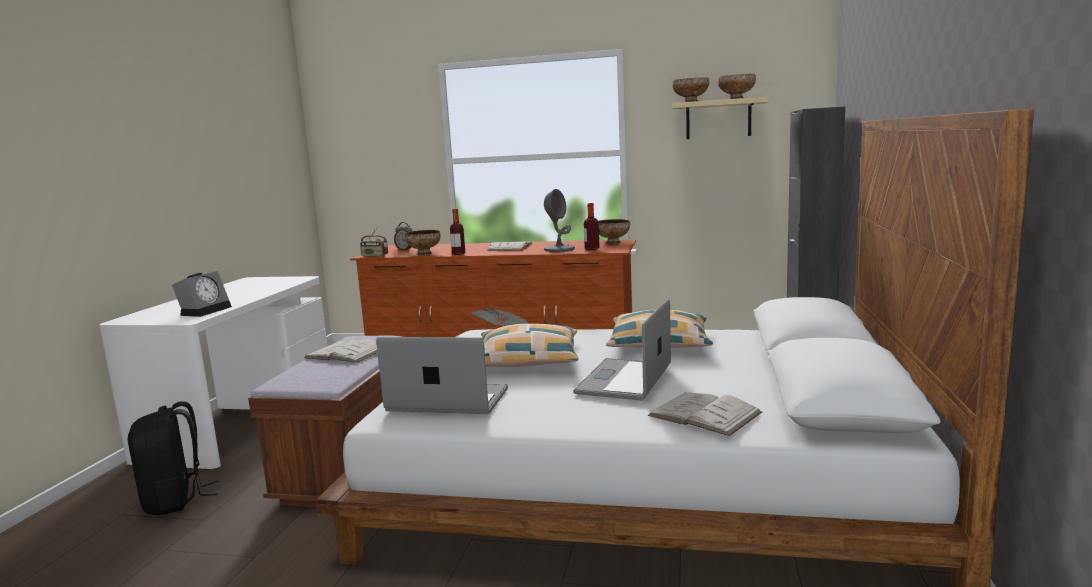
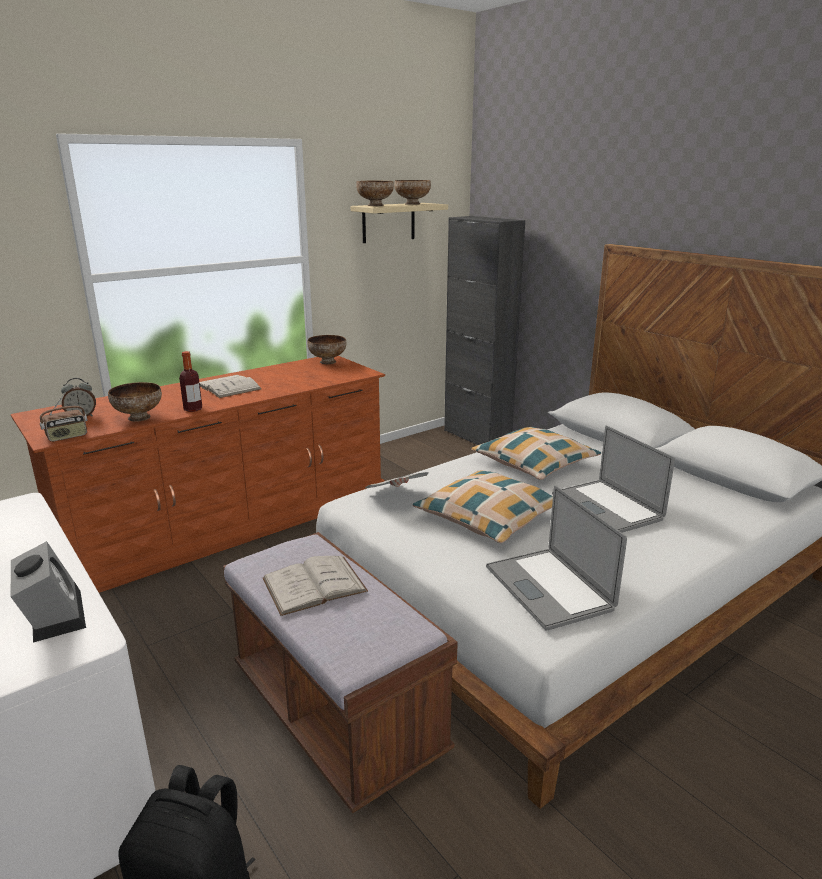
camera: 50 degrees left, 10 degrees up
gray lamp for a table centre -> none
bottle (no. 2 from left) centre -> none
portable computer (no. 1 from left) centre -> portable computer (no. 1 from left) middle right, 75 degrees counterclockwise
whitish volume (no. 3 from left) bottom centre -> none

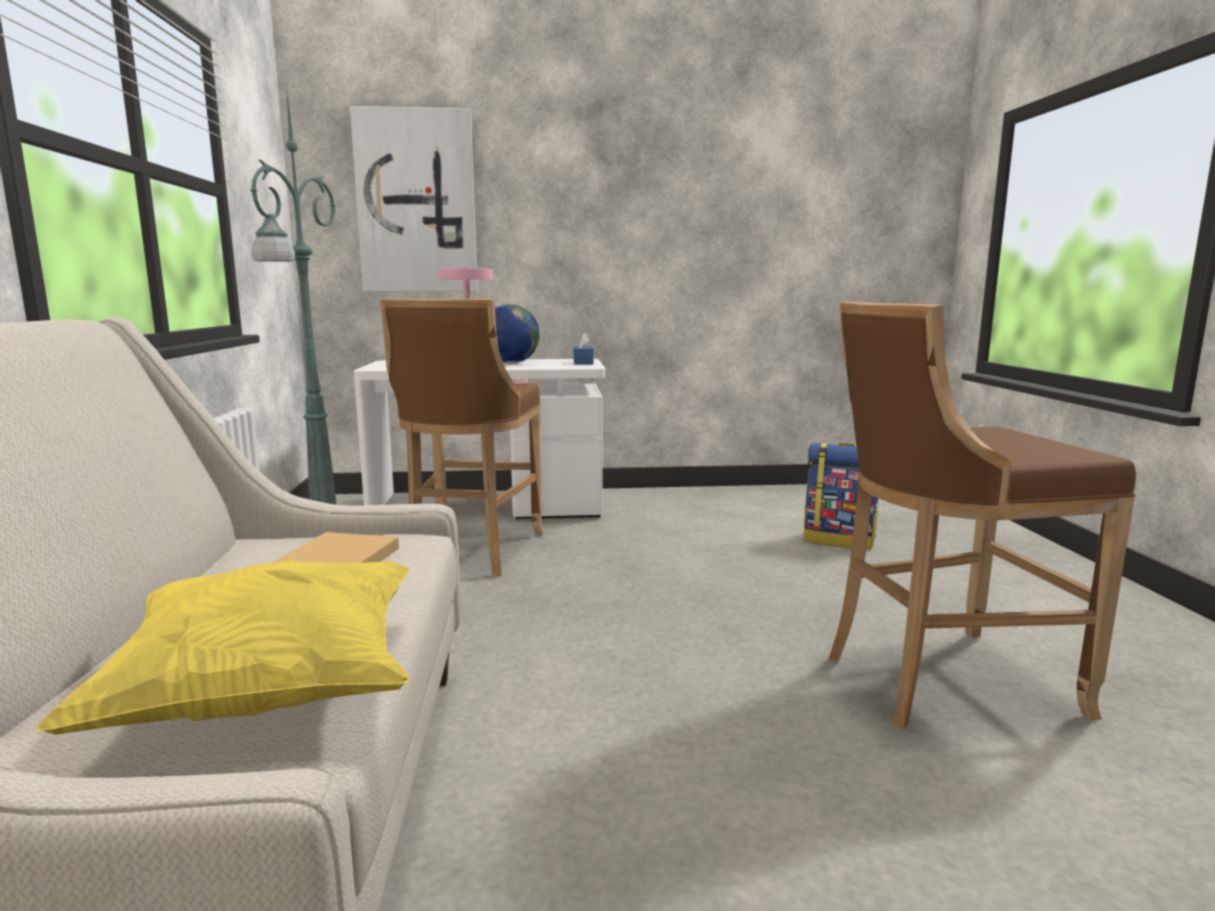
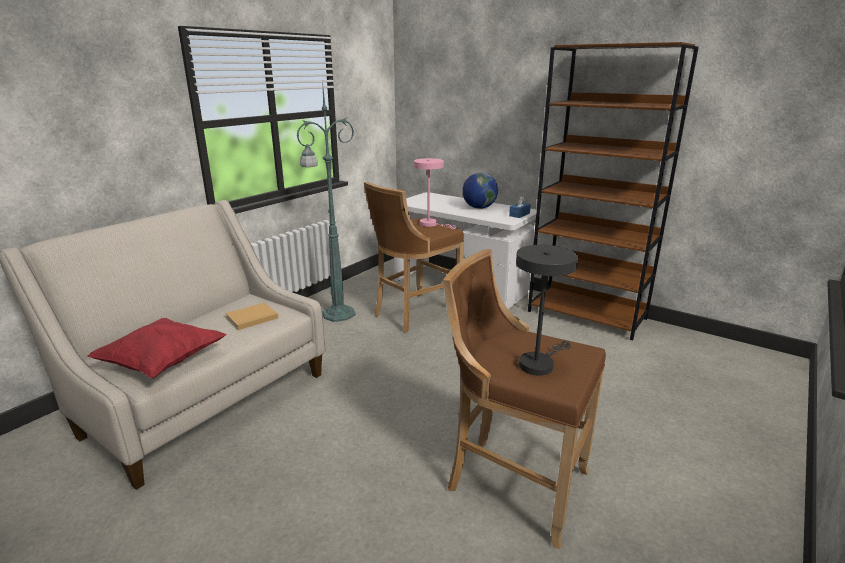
camera: 40 degrees right, 10 degrees up
picture top centre -> none
rucksack middle right -> none
yellow-coloured cushion bottom left -> reddish cushion middle left
none -> brownish bookcase middle right
none -> gray lamp for a table centre

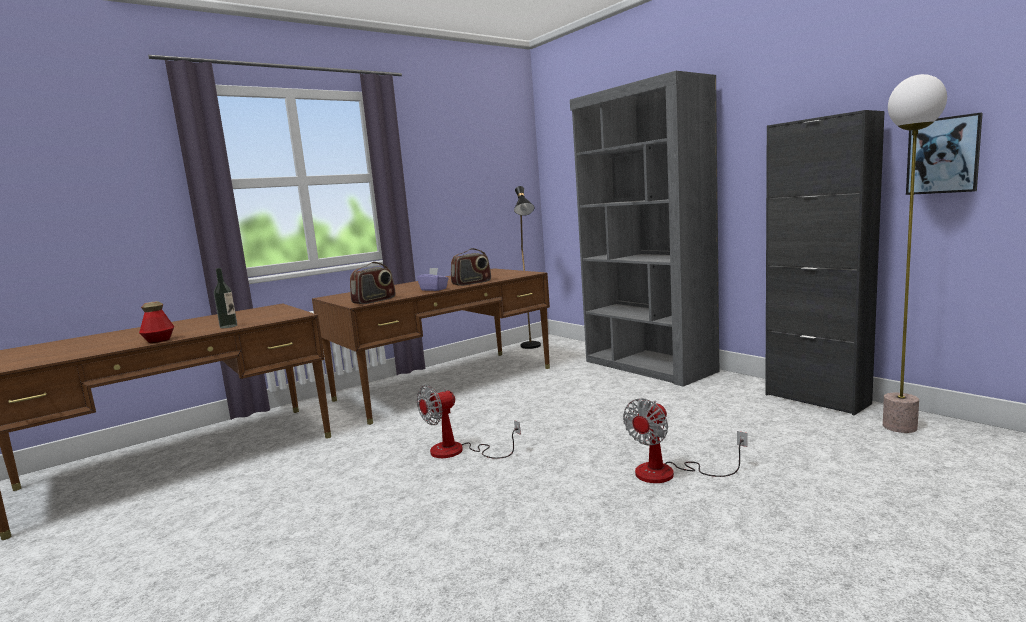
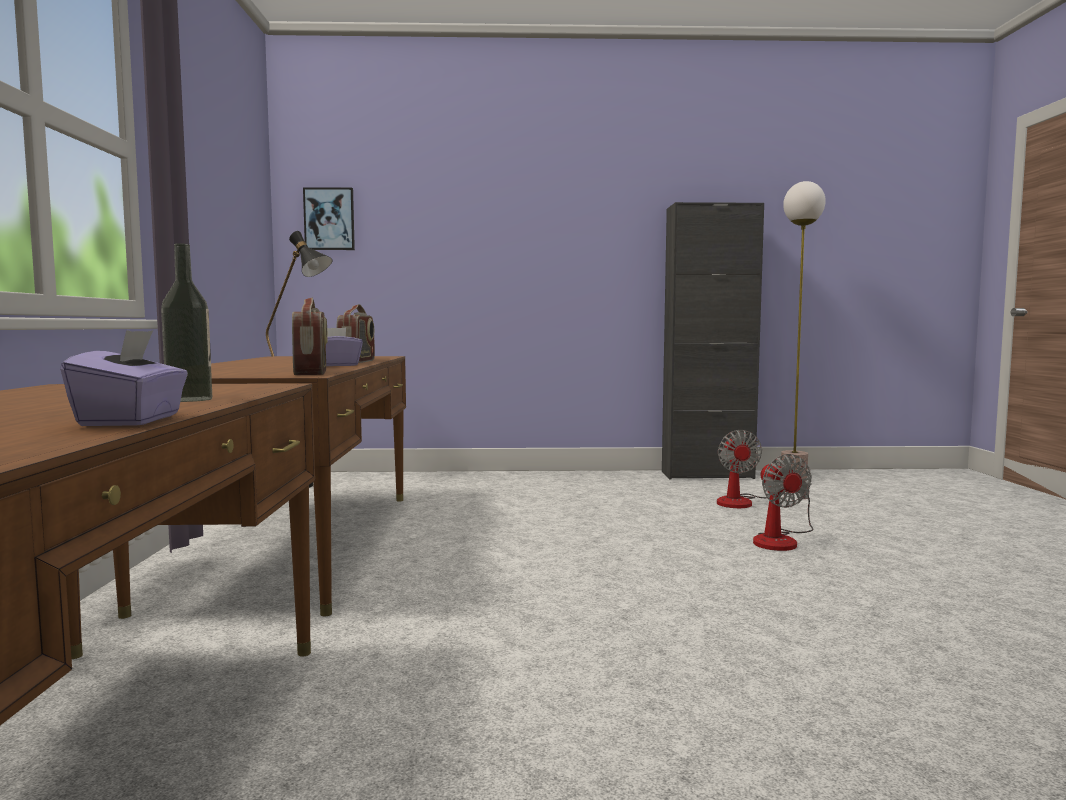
camera: 55 degrees left, 5 degrees down
gray bookcase centre -> none
picture top right -> picture top left, relocated
bottle (no. 1 from left) middle left -> purple tissue box (no. 1 from left) middle left
cooling fan (no. 1 from left) bottom centre -> cooling fan (no. 1 from left) middle right, relocated

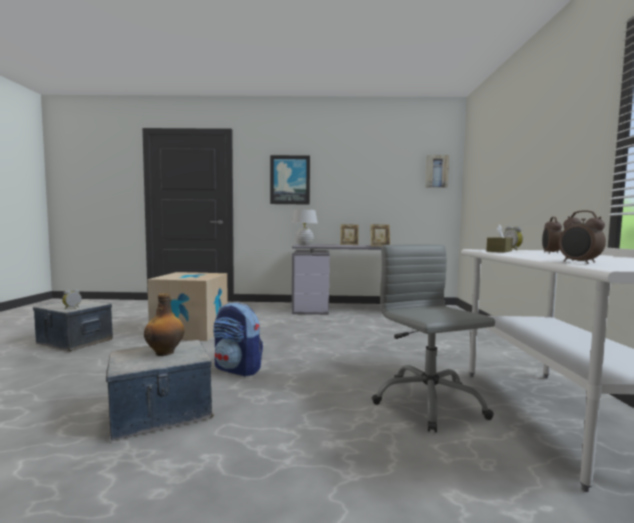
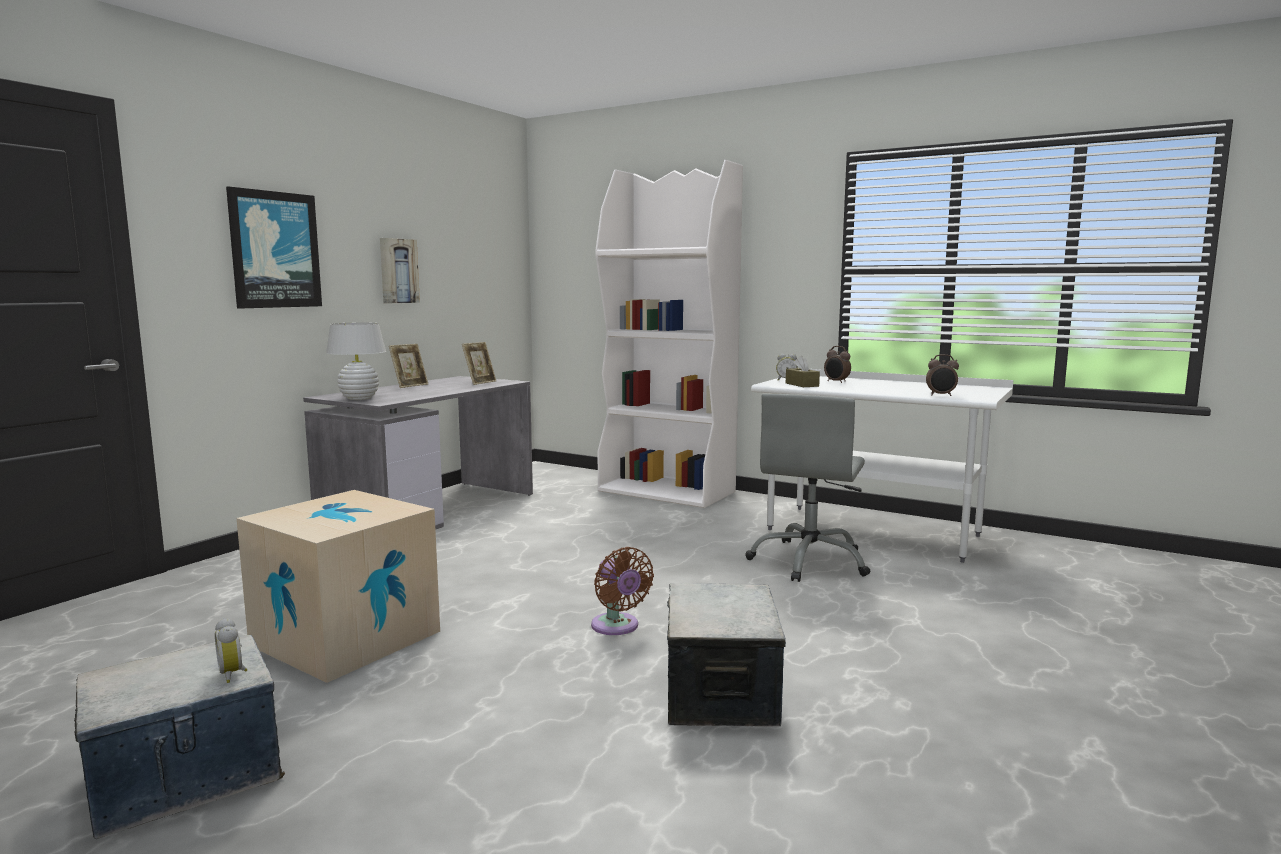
camera: 60 degrees left, 5 degrees up
picture (no. 2 from left) top right -> picture (no. 2 from left) top left, relocated
gray computer chair middle right -> gray computer chair centre, 75 degrees counterclockwise
bottle middle left -> none
rucksack centre -> brownish cooling fan bottom centre
none -> whitish bookcase centre

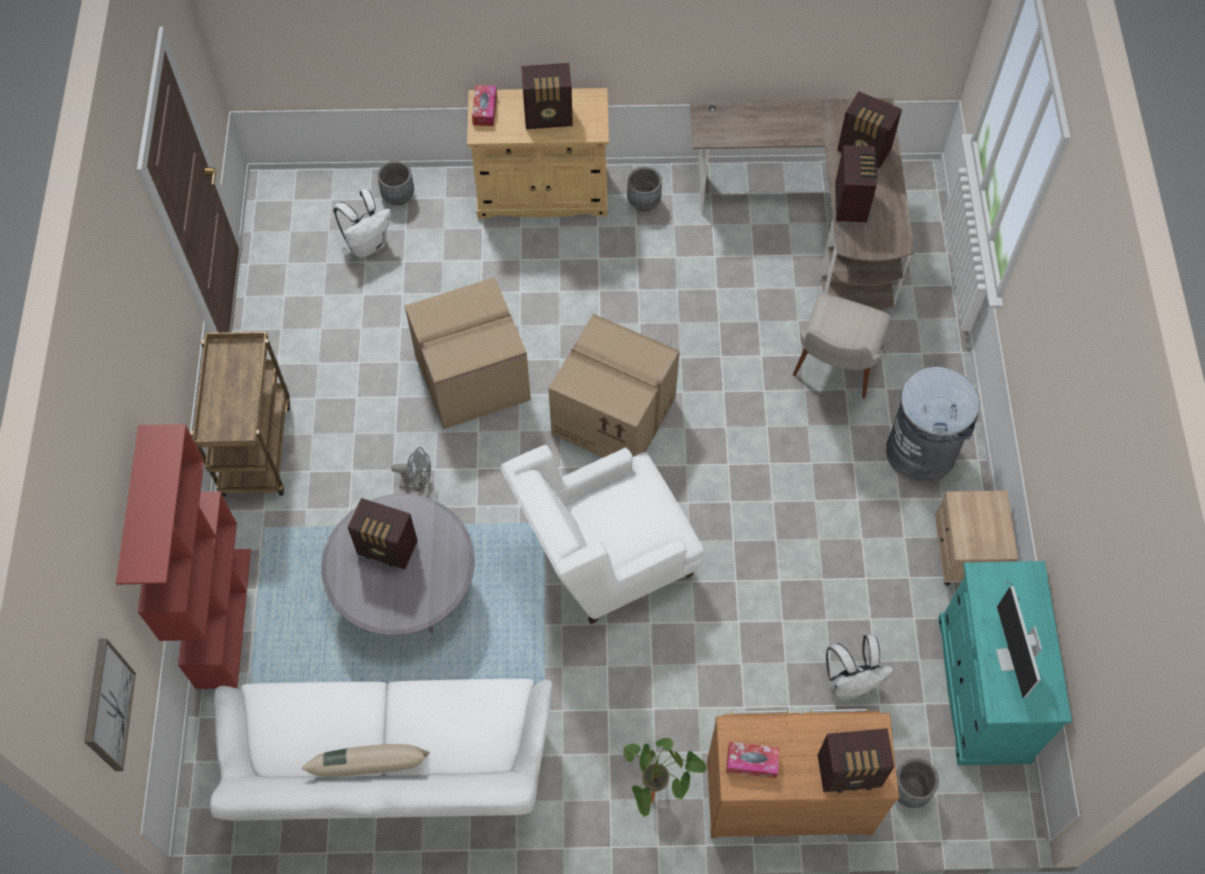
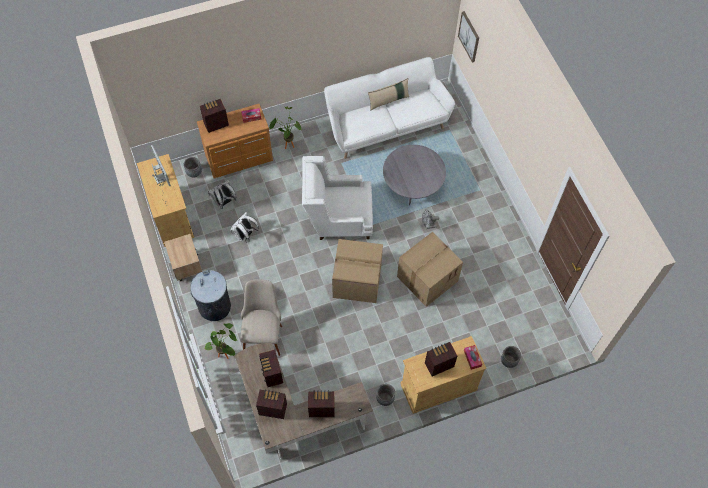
camera: 160 degrees right, 0 degrees up
whitish rucksack (no. 1 from left in the first image) top left -> whitish rucksack (no. 2 from left) centre, relocated
brownish wheeled cart middle left -> none
reddish bookcase middle left -> none
whitish lounge chair centre, 135 degrees counterclockwise
radio (no. 1 from left in the first image) middle left -> radio (no. 4 from left) bottom centre, relocated
blue-green cabinet bottom right -> beige cabinet (no. 1 from left) middle left
none -> potted plant (no. 1 from left) bottom left

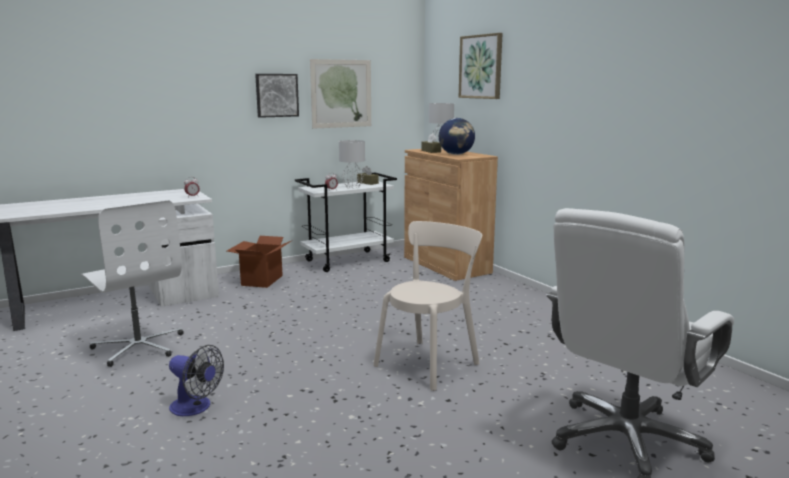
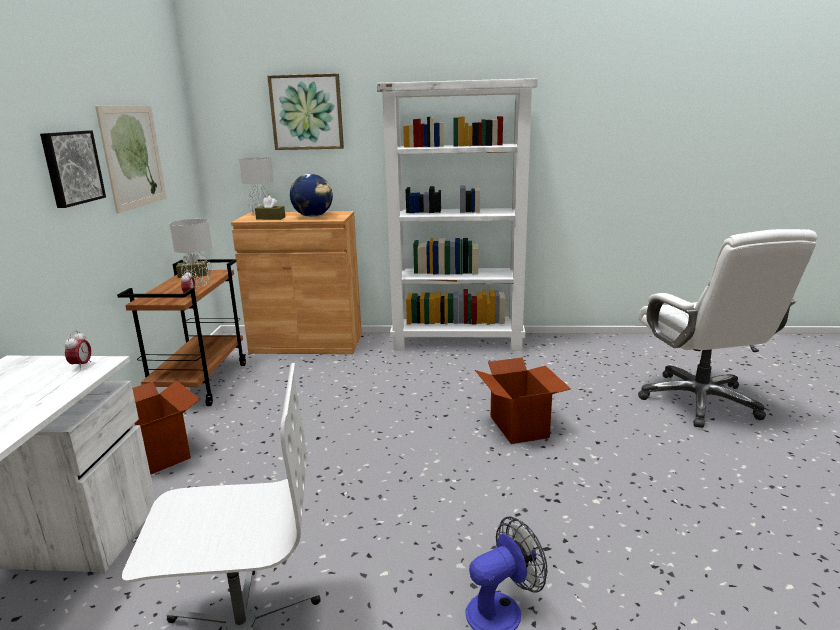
camera: 55 degrees left, 5 degrees up
whitish wheeled cart centre -> brownish wheeled cart middle left
beige chair centre -> cardboard box (no. 2 from left) centre
none -> whitish bookcase centre

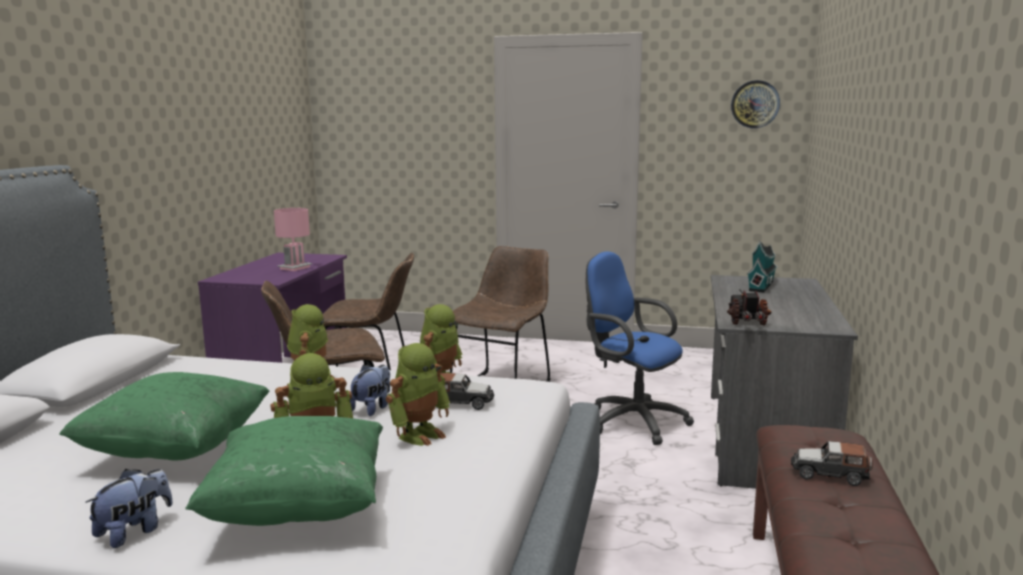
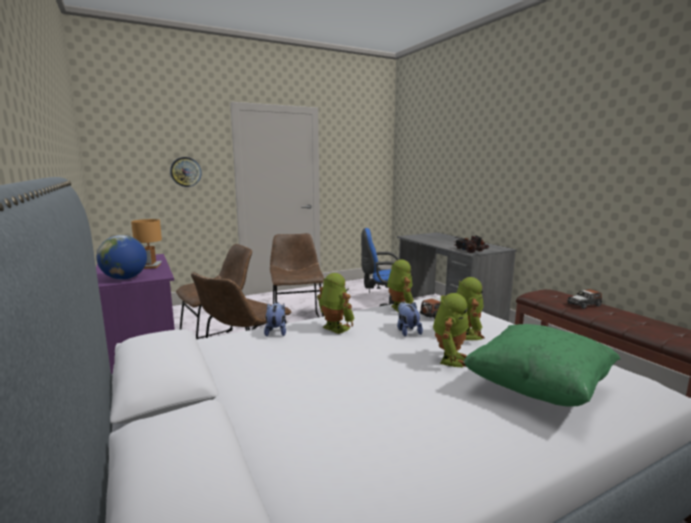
camera: 40 degrees left, 0 degrees up
clock on the wall top right -> clock on the wall top left, relocated
pink lamp for a table middle left -> brownish lamp for a table middle left
toy house middle right -> none
green-coloured cushion (no. 1 from left) bottom left -> none
cuddly toy (no. 1 from left) bottom left -> cuddly toy (no. 1 from left) centre, relocated
none -> globe middle left

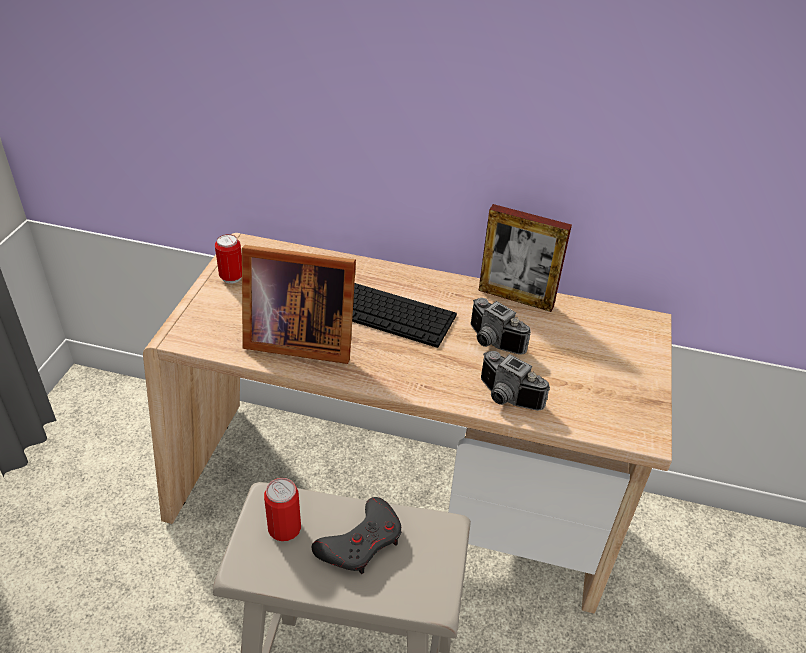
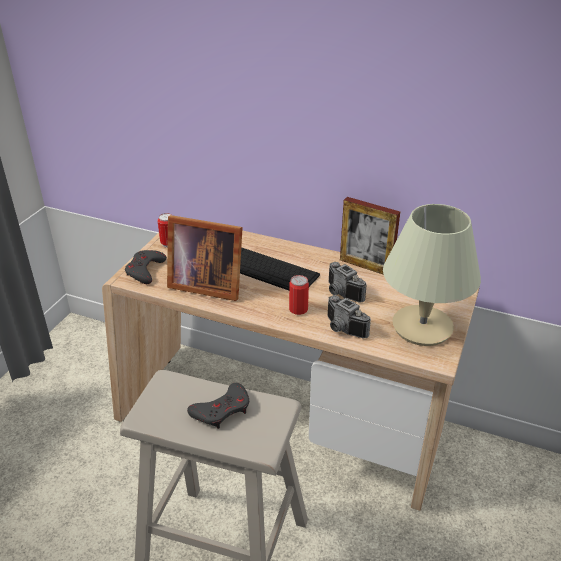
camera: 10 degrees right, 5 degrees down
can (no. 2 from left) bottom centre -> can (no. 2 from left) centre, relocated
none -> beige lamp for a table middle right
none -> gray game controller (no. 1 from left) middle left

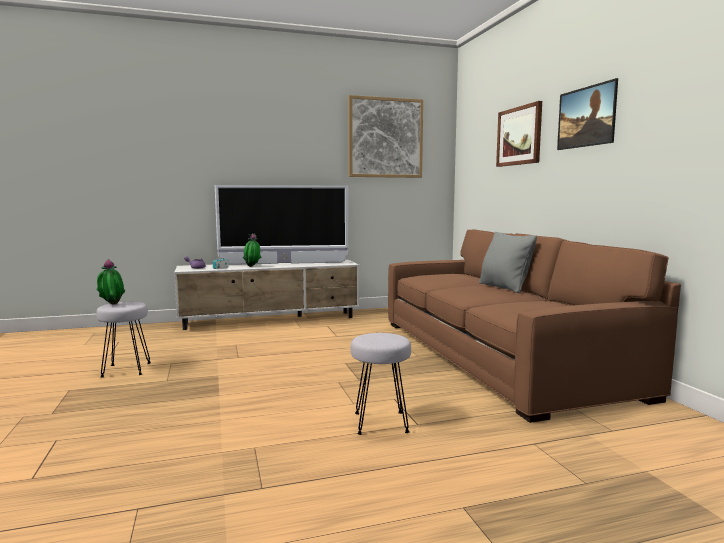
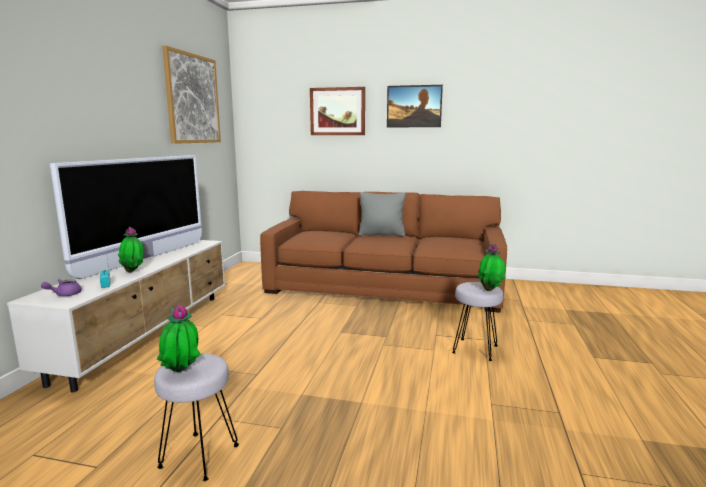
camera: 60 degrees left, 5 degrees up
none -> potted plant (no. 3 from left) middle right

